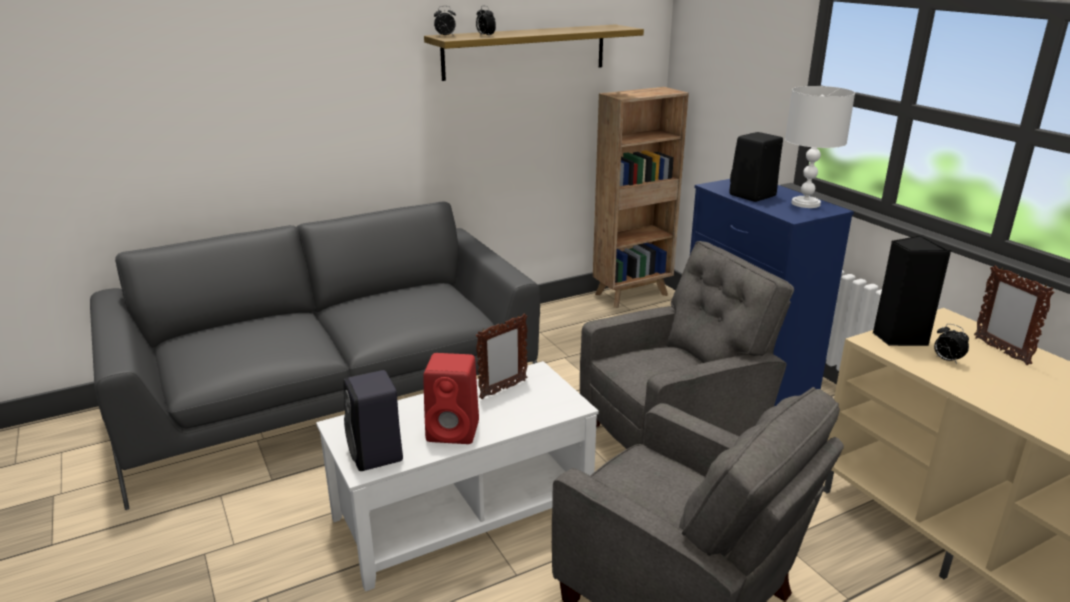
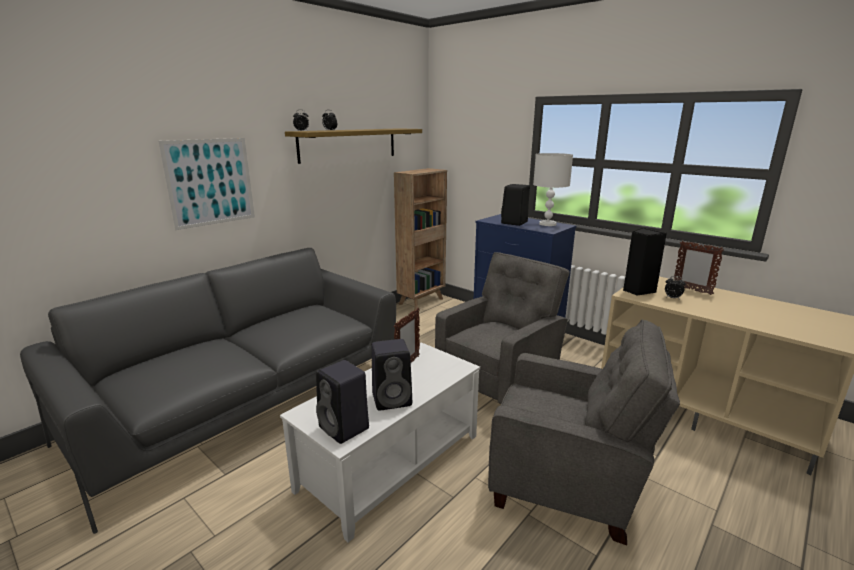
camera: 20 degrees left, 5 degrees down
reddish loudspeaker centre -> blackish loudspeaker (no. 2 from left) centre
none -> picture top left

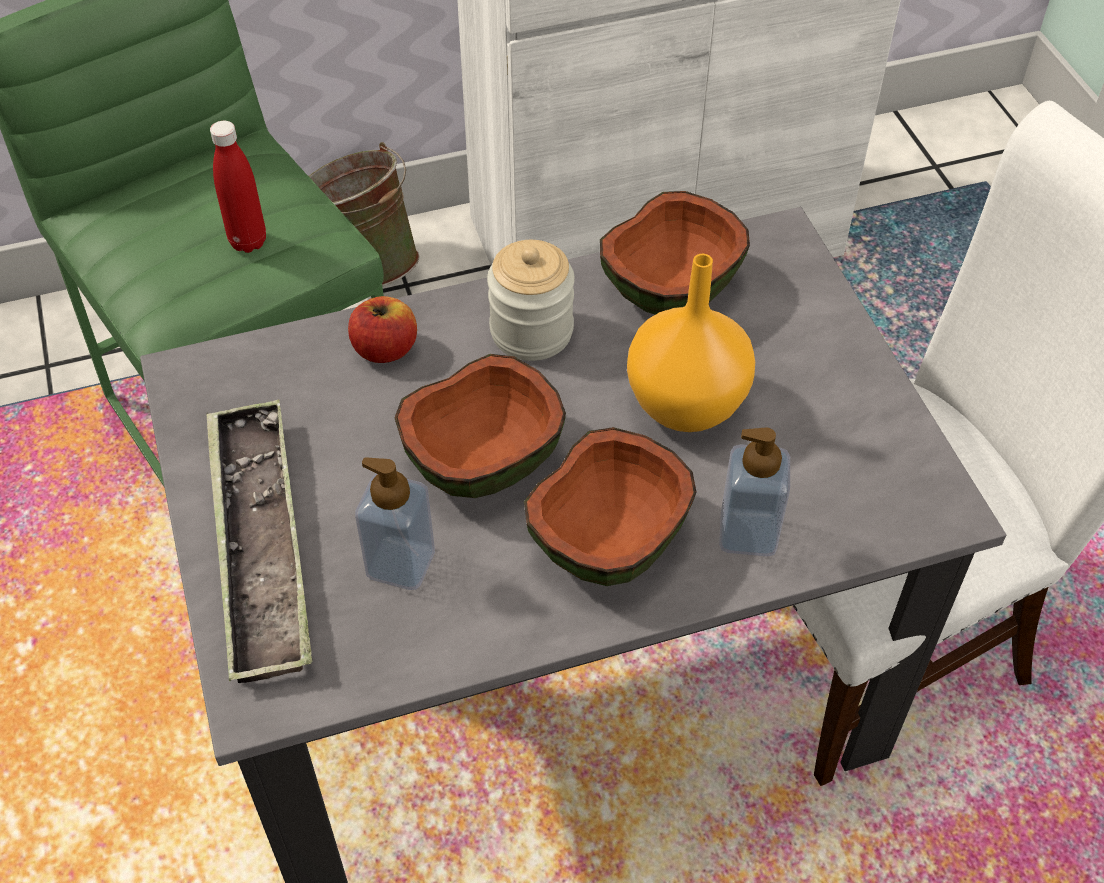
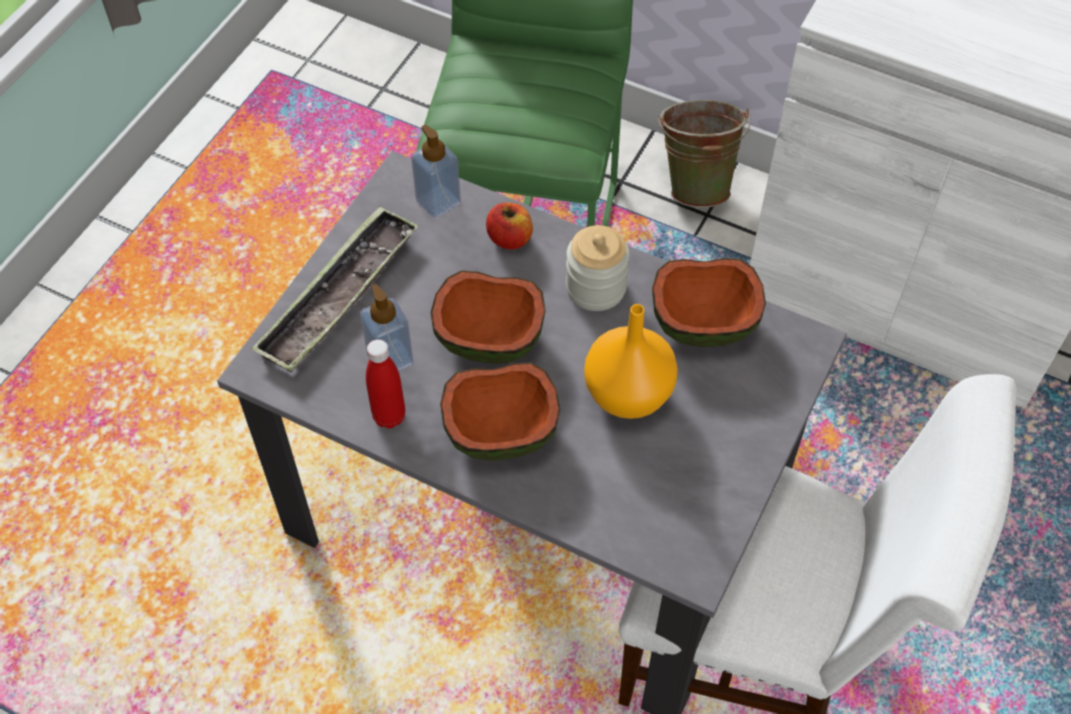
camera: 45 degrees right, 5 degrees up
reddish bottle top left -> reddish bottle centre, relocated
liquid soap bottle (no. 2 from left) middle right -> liquid soap bottle (no. 2 from left) top centre, relocated

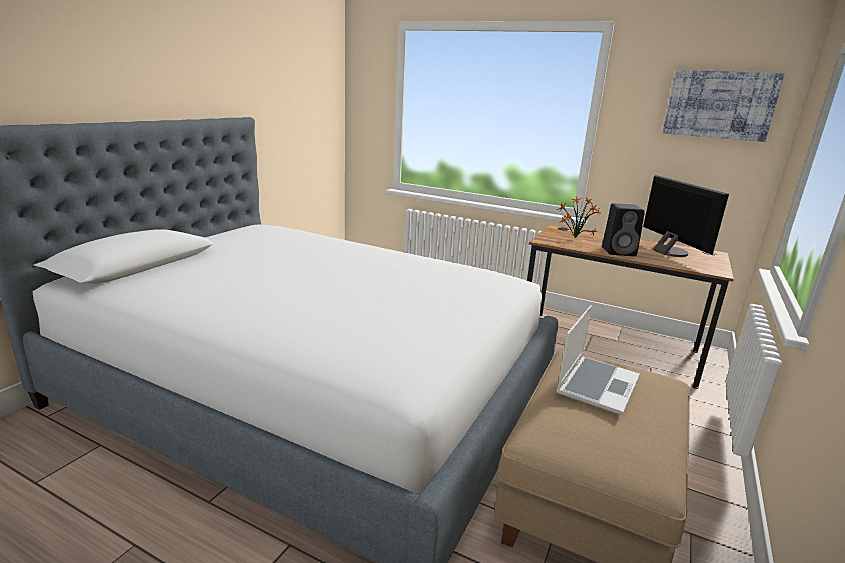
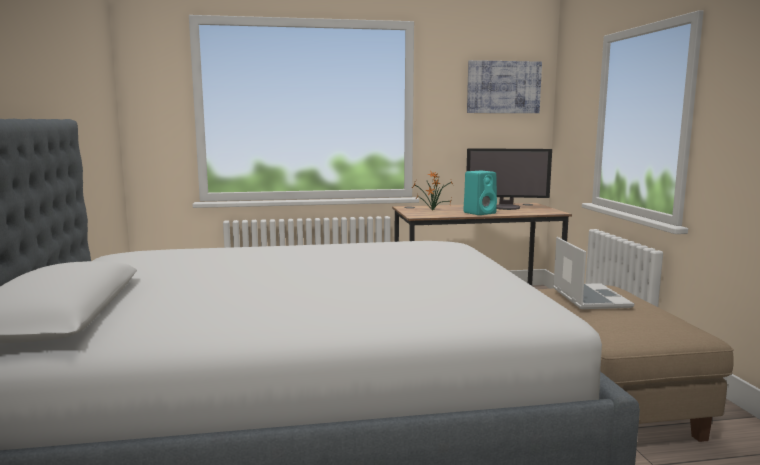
camera: 35 degrees left, 10 degrees down
computer display middle right, 150 degrees clockwise
blackish loudspeaker middle right -> blue-green loudspeaker centre

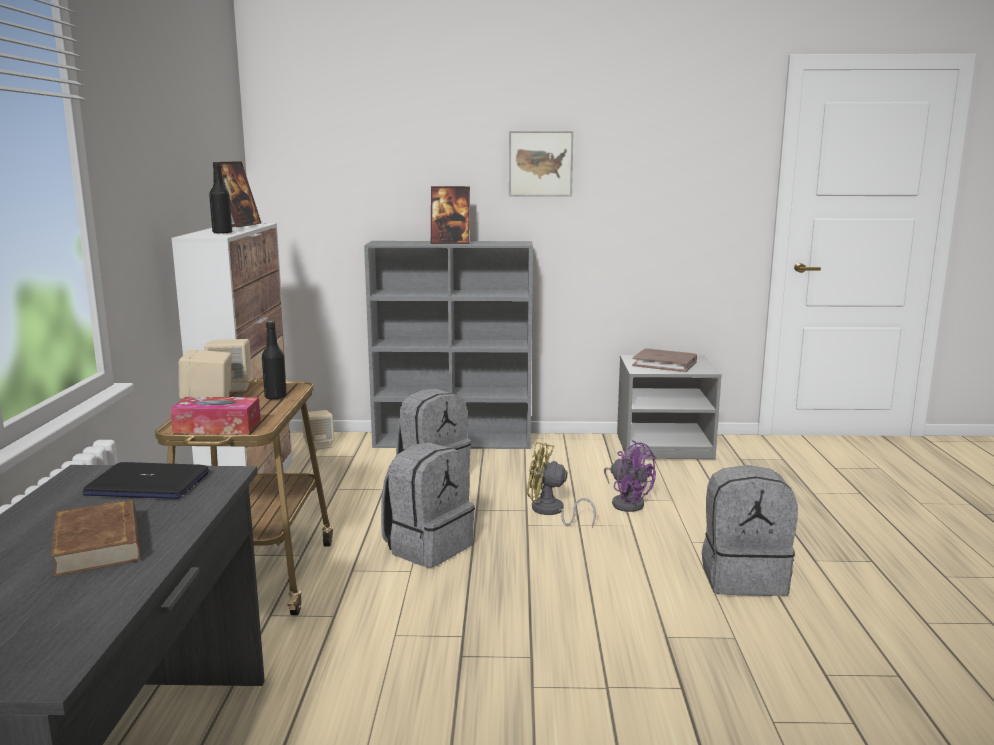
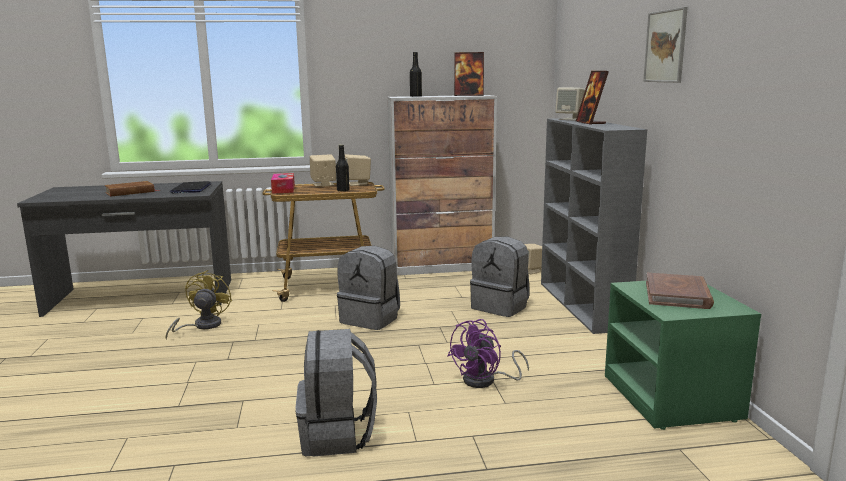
camera: 80 degrees right, 0 degrees up
gray nightstand middle right -> green-coloured nightstand bottom right
yellow-coloured cooling fan centre -> yellow-coloured cooling fan middle left, relocated
none -> beige loudspeaker (no. 4 from left) top right

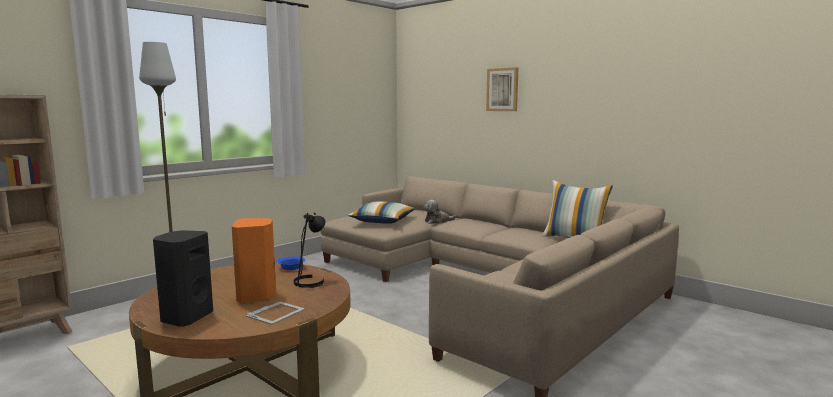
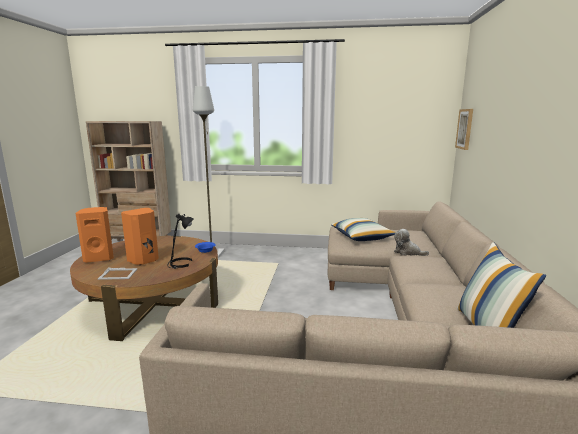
camera: 55 degrees right, 5 degrees up
picture top centre -> picture top right, relocated
blackish loudspeaker bottom left -> orange-coloured loudspeaker (no. 1 from left) middle left

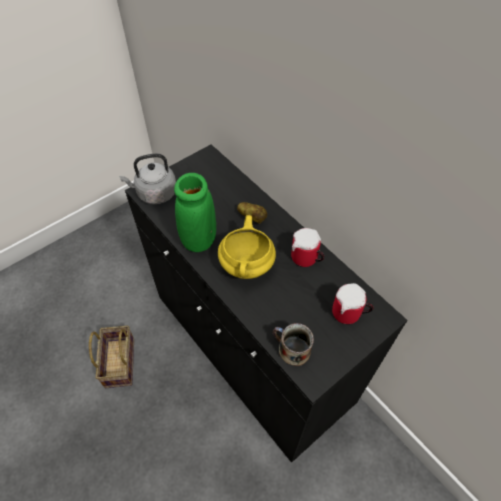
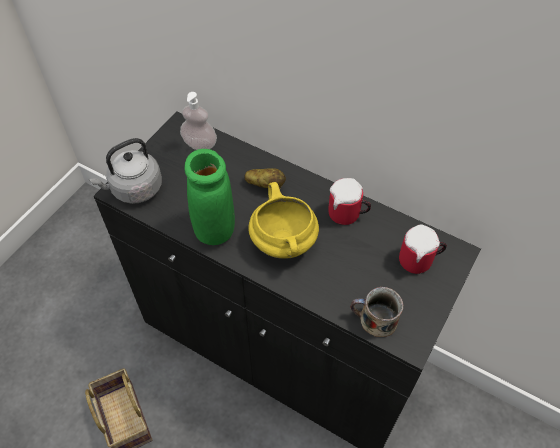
camera: 20 degrees left, 0 degrees up
none -> liquid soap bottle top centre

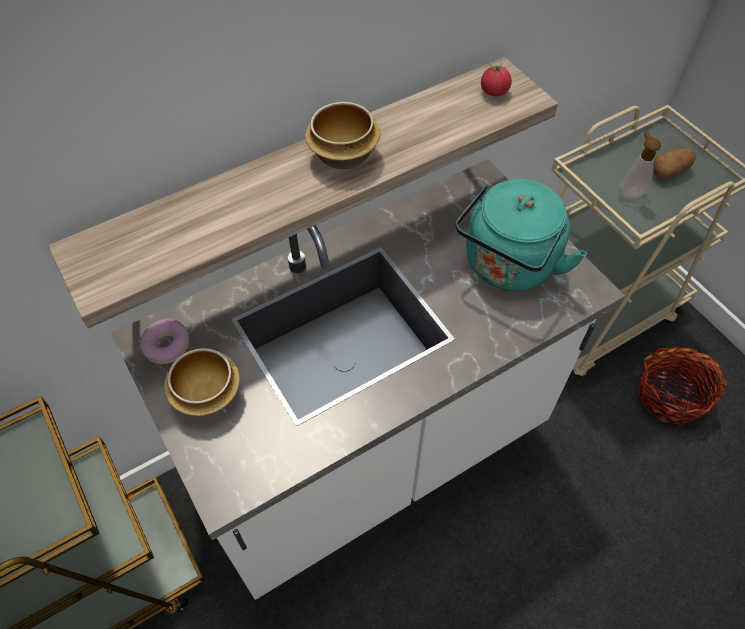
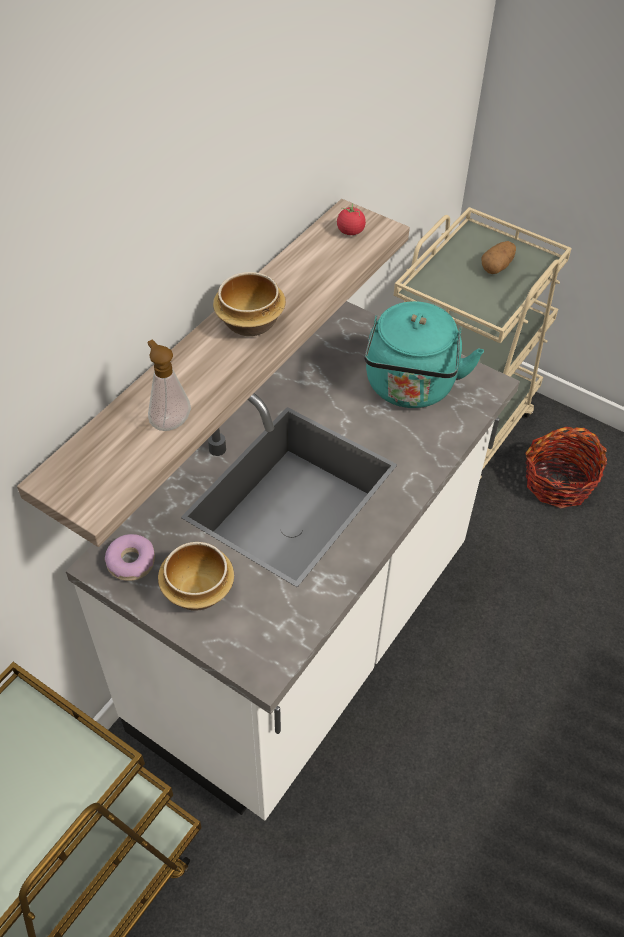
camera: 25 degrees left, 5 degrees down
liquid soap bottle top right -> liquid soap bottle middle left, relocated

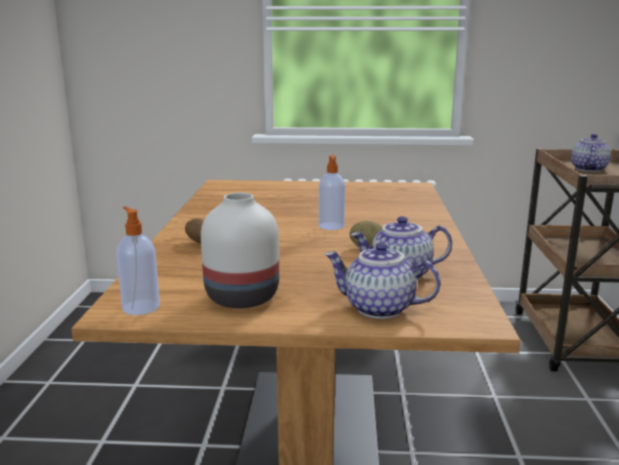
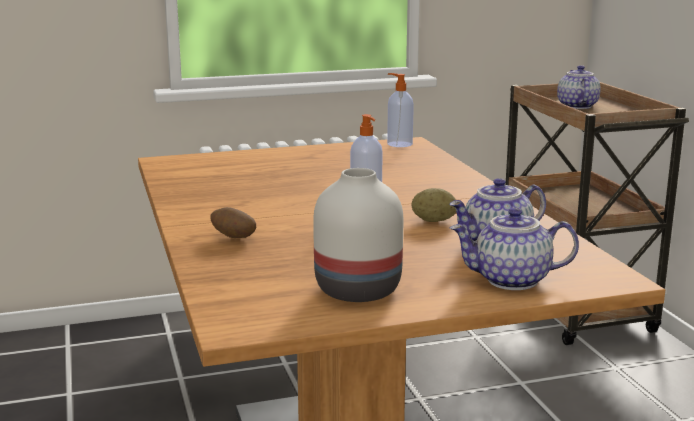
camera: 20 degrees left, 0 degrees up
liquid soap bottle (no. 1 from left in the first image) middle left -> liquid soap bottle (no. 2 from left) top centre, relocated

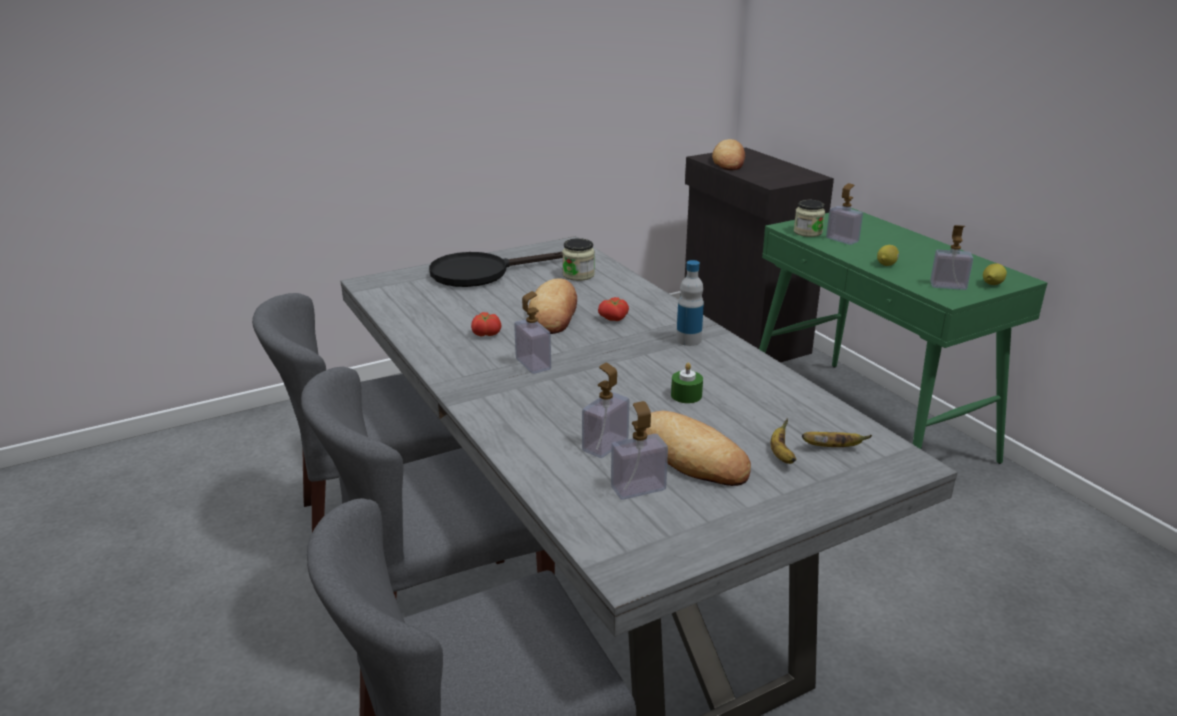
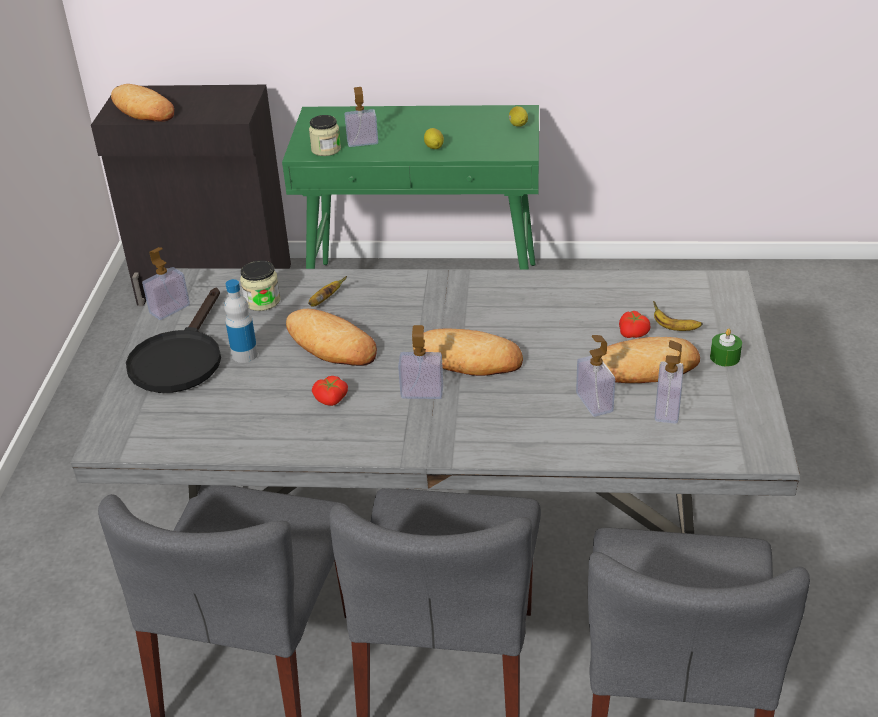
camera: 55 degrees left, 10 degrees up
liquid soap bottle (no. 5 from left in the first image) middle right -> liquid soap bottle (no. 1 from left) middle left, relocated
bottle centre -> bottle middle left, relocated
tomato (no. 2 from left) centre -> tomato (no. 2 from left) middle right, relocated
green-coloured wax light centre -> green-coloured wax light middle right, relocated
whole banana (no. 2 from left in the first image) middle right -> whole banana (no. 1 from left) centre, relocated
none -> bakery bread (no. 3 from left) centre

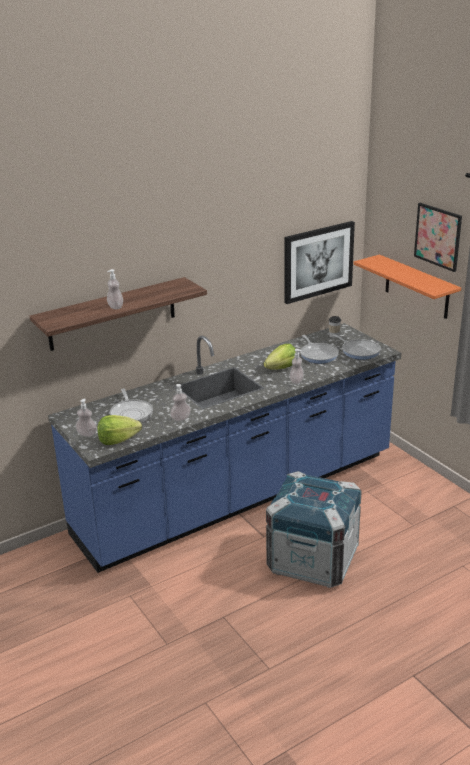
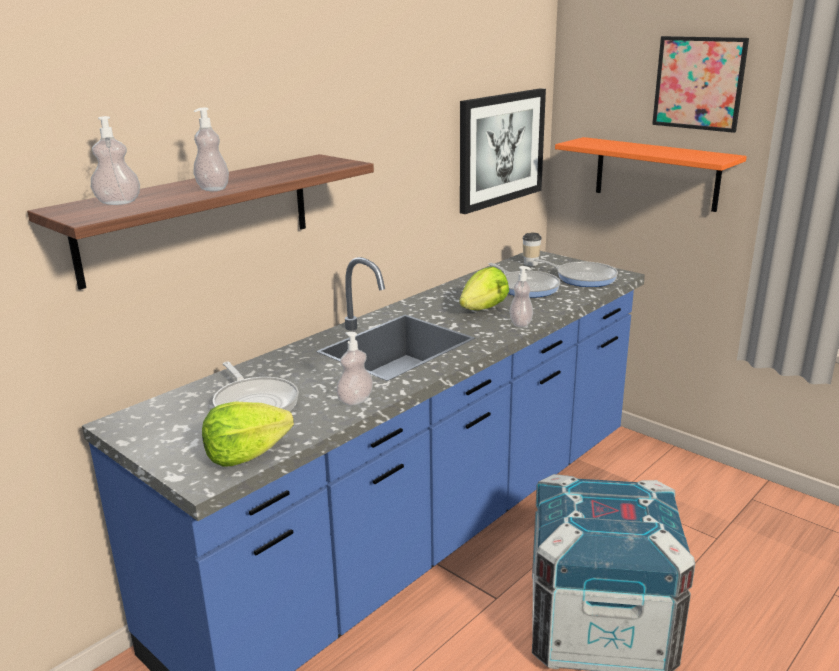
camera: 15 degrees left, 5 degrees down
liquid soap bottle (no. 1 from left) middle left -> liquid soap bottle (no. 1 from left) top left, relocated

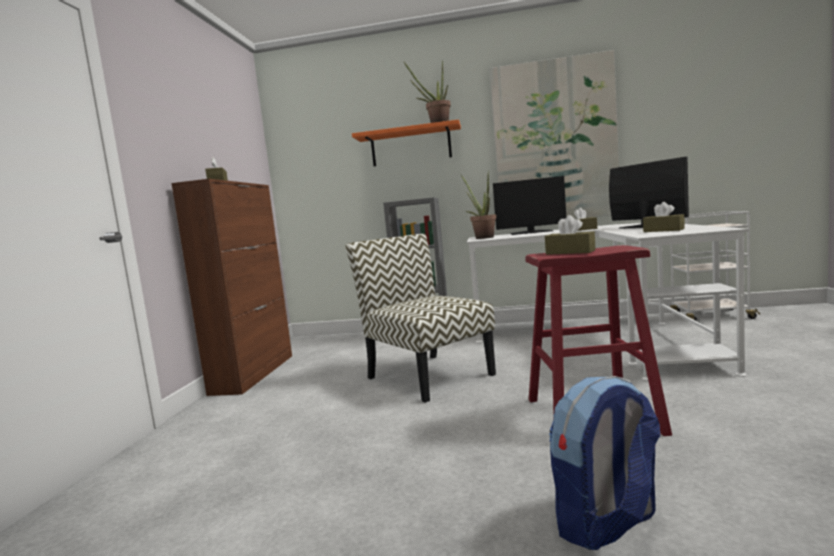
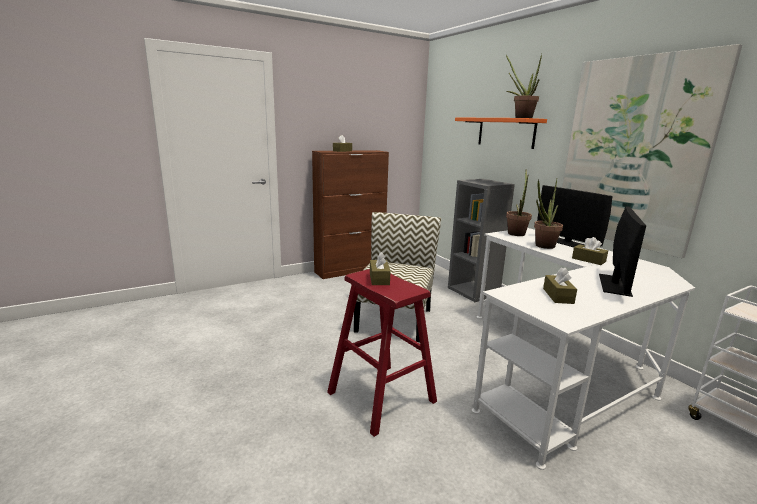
camera: 50 degrees right, 10 degrees up
rucksack bottom right -> none
none -> potted plant (no. 3 from left) middle right

